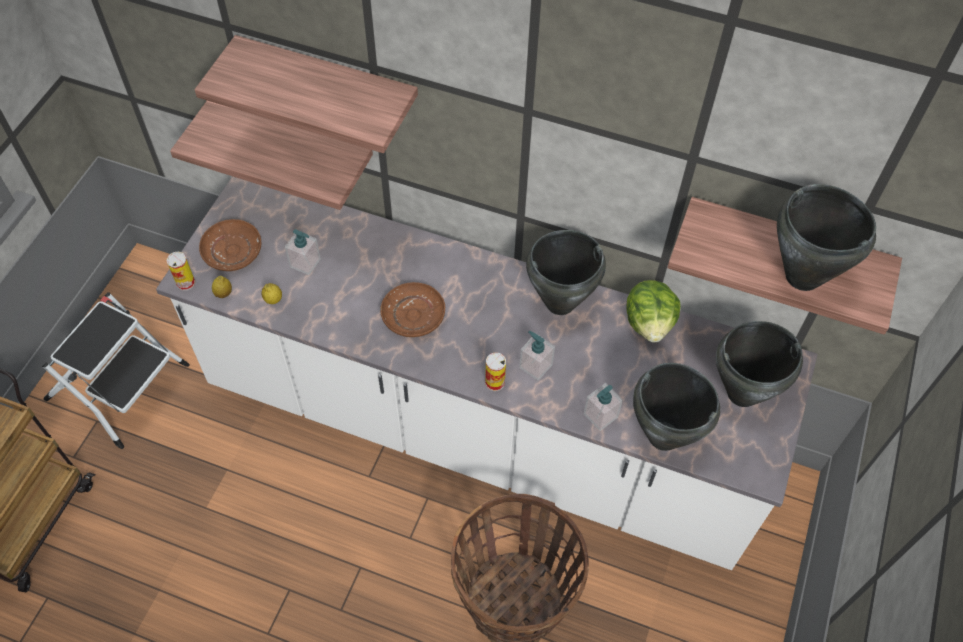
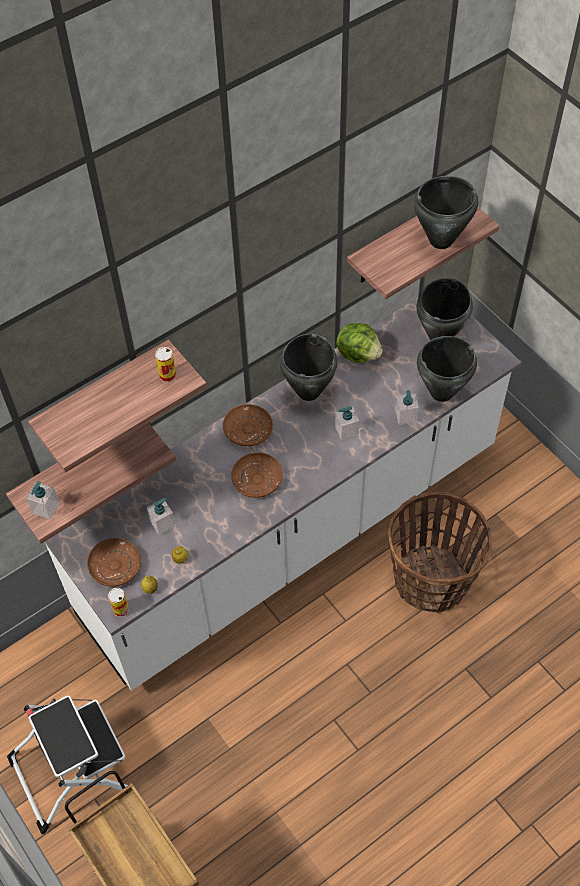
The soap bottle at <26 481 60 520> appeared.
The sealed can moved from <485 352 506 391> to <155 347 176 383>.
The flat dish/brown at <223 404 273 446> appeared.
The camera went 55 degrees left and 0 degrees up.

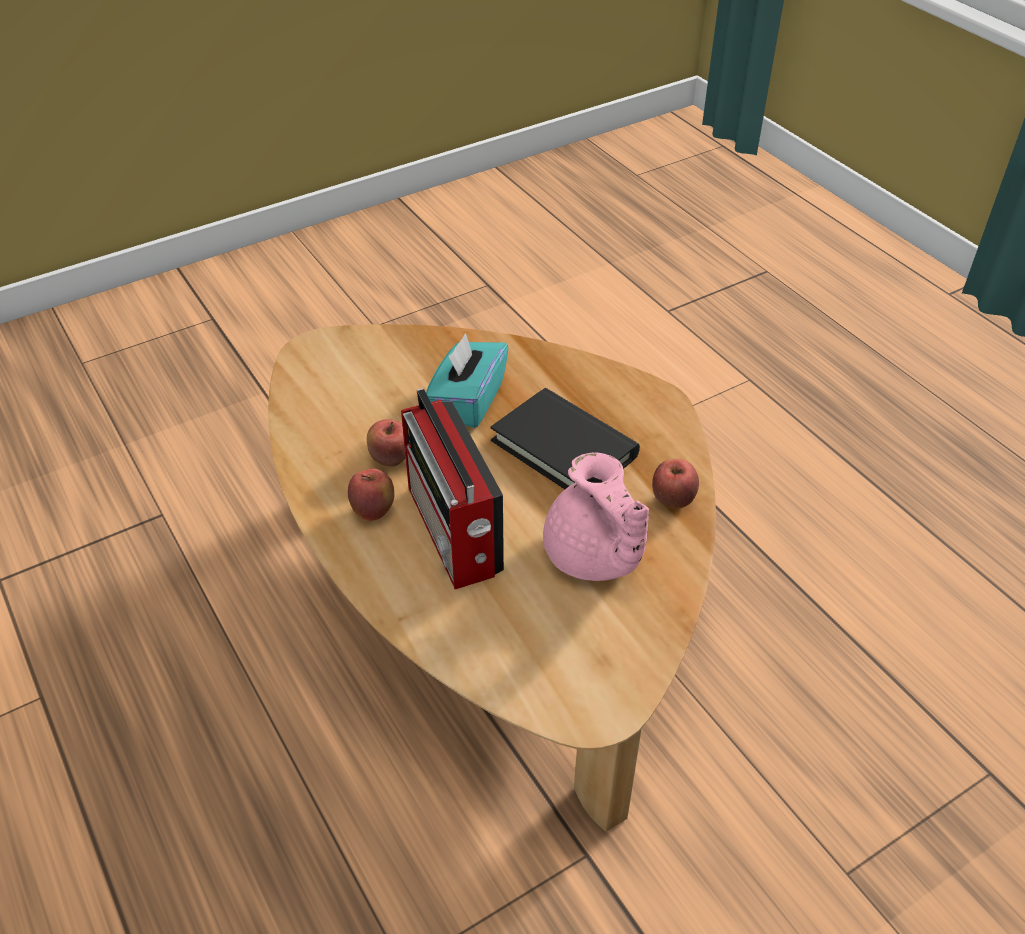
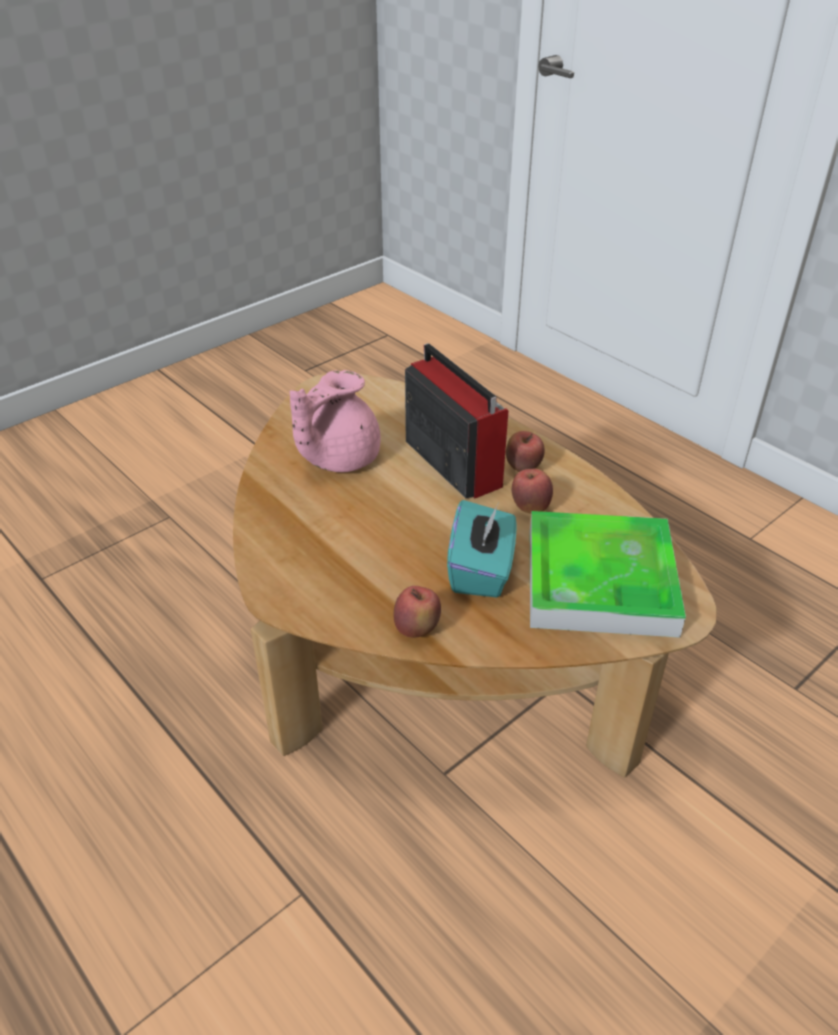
The pot for tea/pink-coloured at <543 453 649 581> turned 105 degrees counterclockwise.
The whole apple moved from <652 459 699 508> to <394 586 441 638>.
The carrying tray at <530 511 686 638> appeared.
The volume/black-coloured at <491 388 640 489> disappeared.
The camera went 170 degrees right and 5 degrees down.

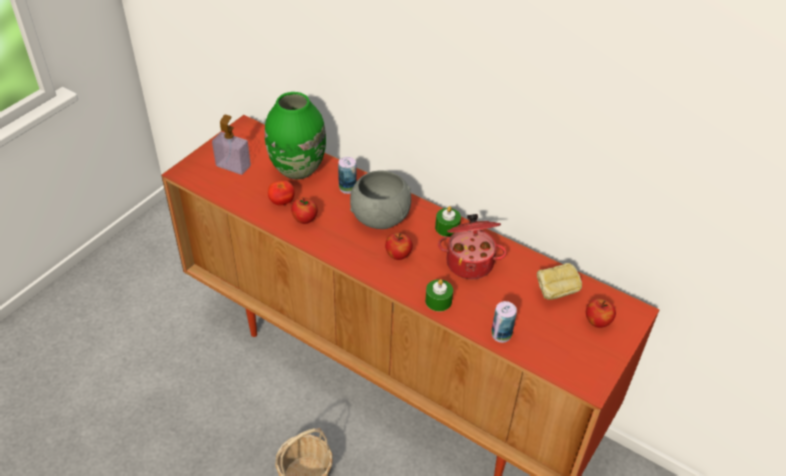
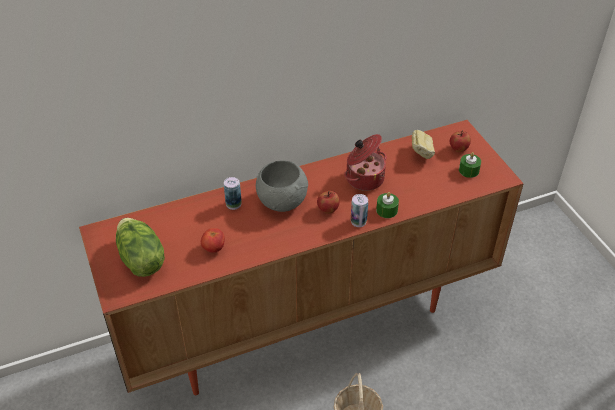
The soap bottle at <212 114 251 175> was replaced by the head of lettuce at <116 218 165 277>.
The sealed can moved from <491 301 517 343> to <351 194 368 227>.
The wax light/green-coloured moved from <435 206 461 237> to <459 152 481 178>.
The vase/green-coloured at <265 92 326 180> disappeared.
The whole apple at <291 197 318 224> disappeared.
The camera went 55 degrees left and 0 degrees up.

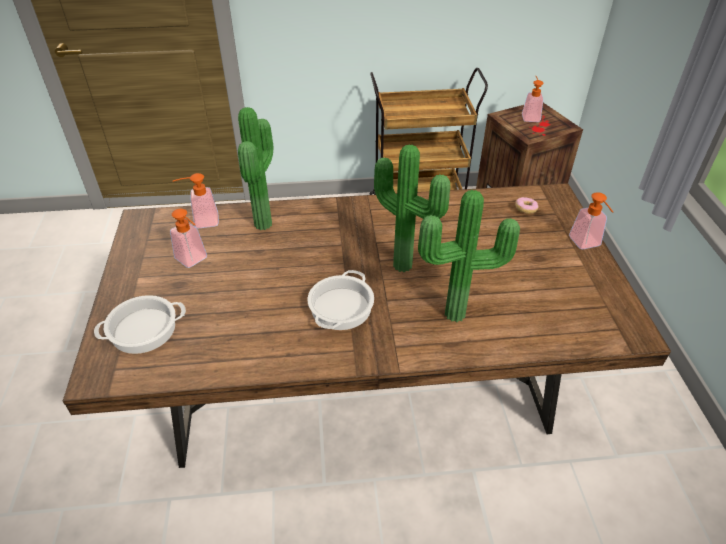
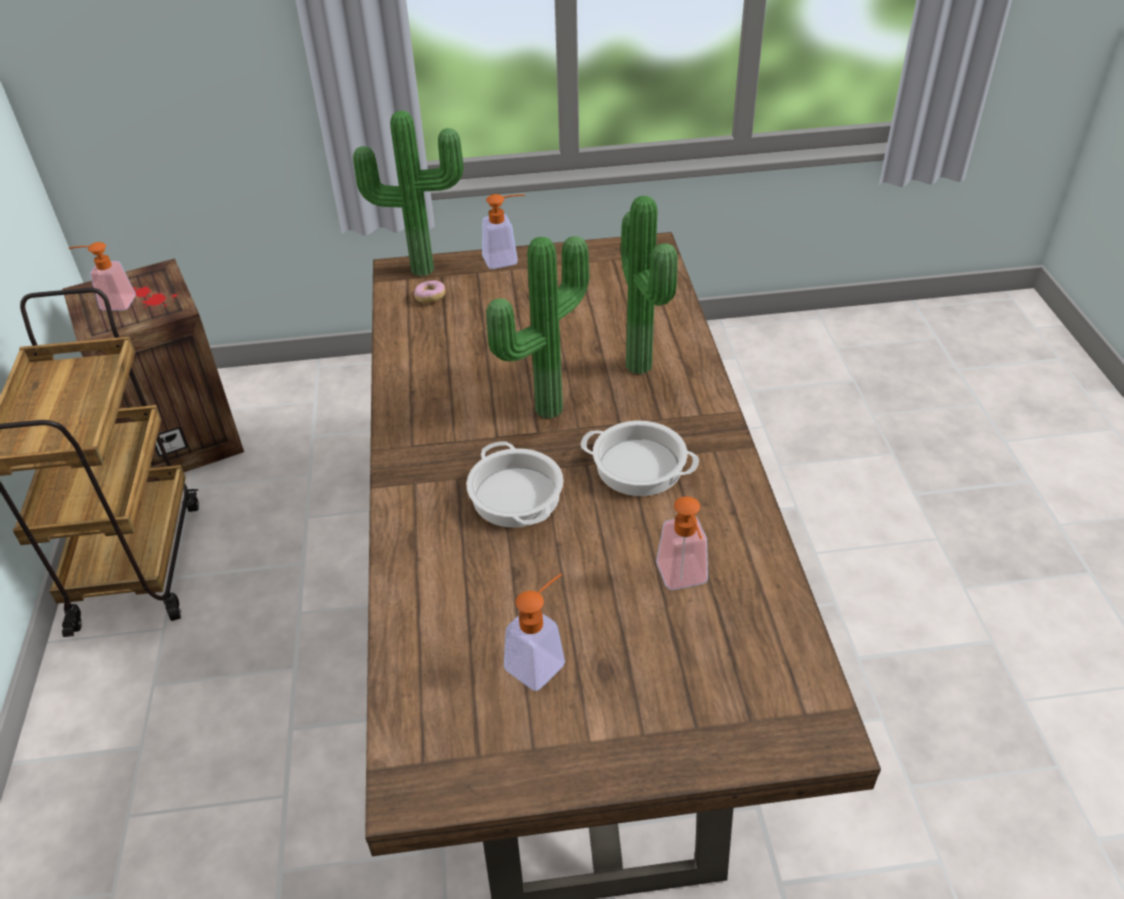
The houseplant moved from <238 107 273 230> to <353 110 464 276>.
The cooking pot moved from <94 295 186 354> to <466 441 563 528>.
The soap bottle moved from <173 173 219 229> to <656 496 708 590>.
The camera went 90 degrees left and 0 degrees up.

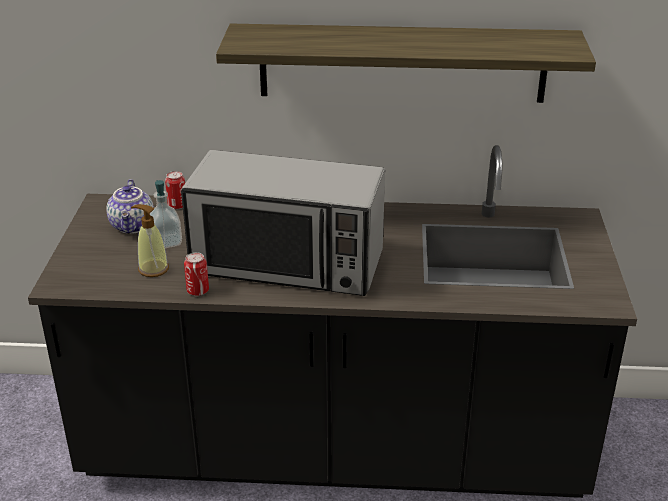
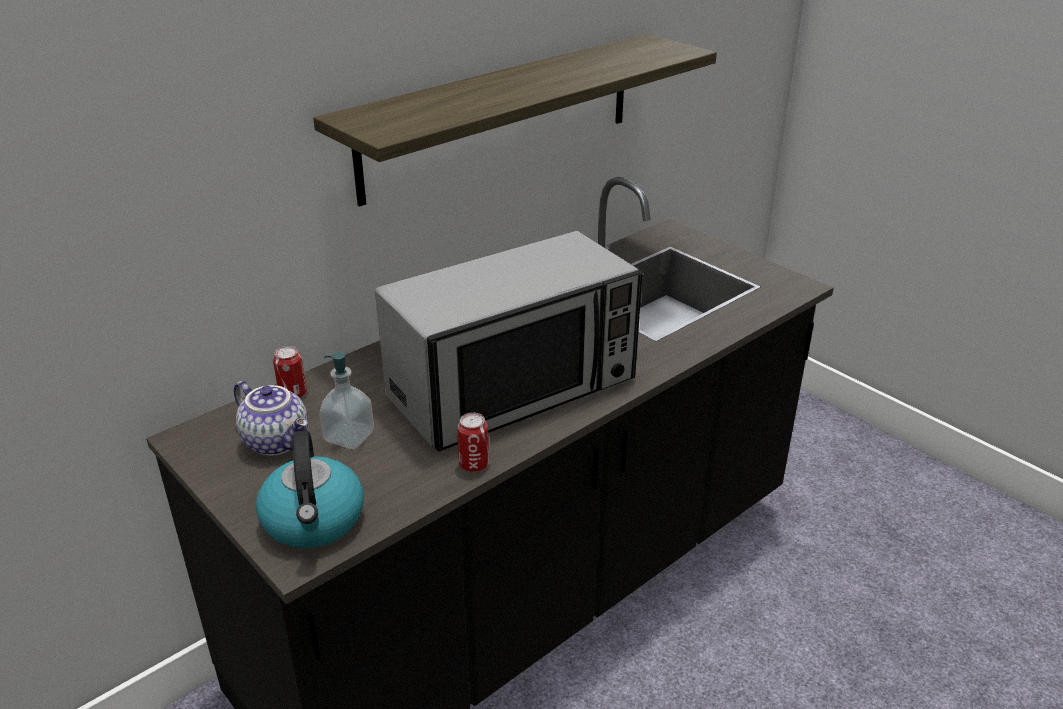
The kettle at <256 430 364 548> appeared.
The soap bottle at <131 204 169 277> disappeared.
The camera went 45 degrees left and 0 degrees up.

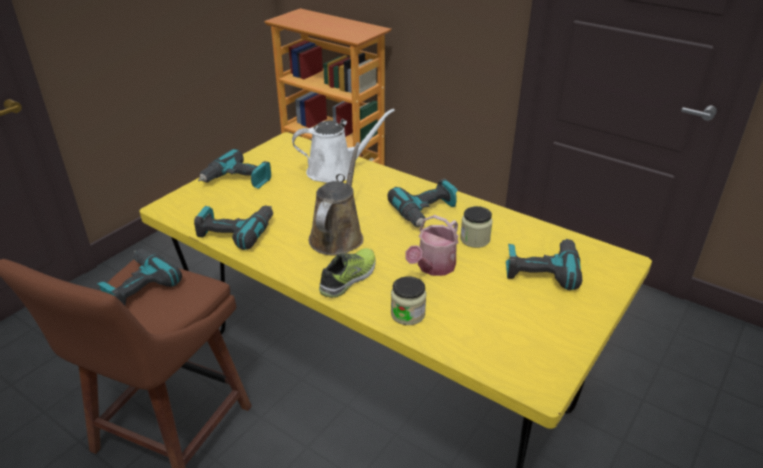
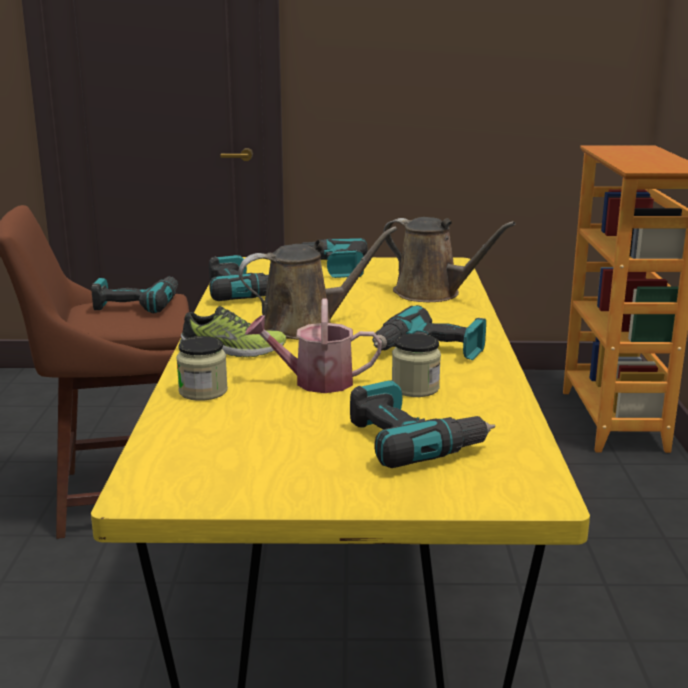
The watering pot/whitish at <292 108 395 183> became the watering pot/brown at <383 217 516 302>.
The camera went 55 degrees right and 15 degrees down.

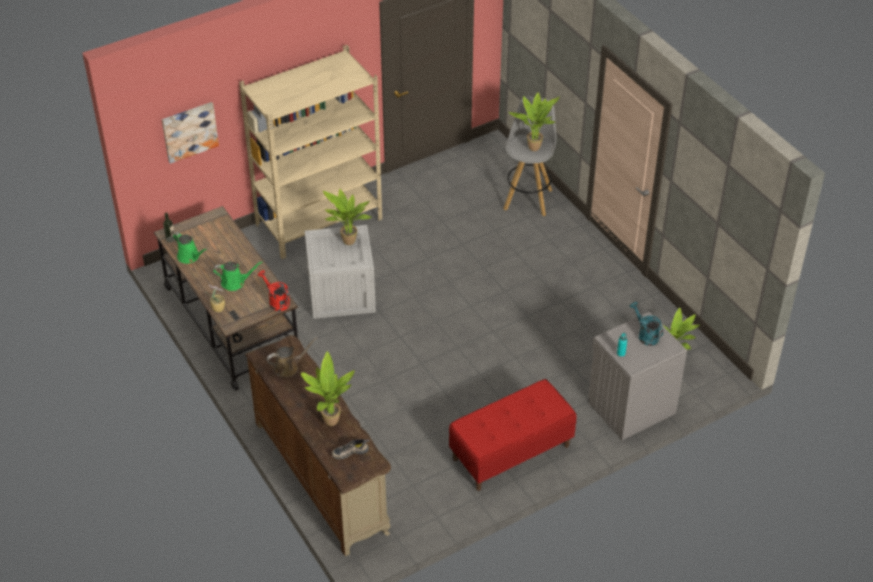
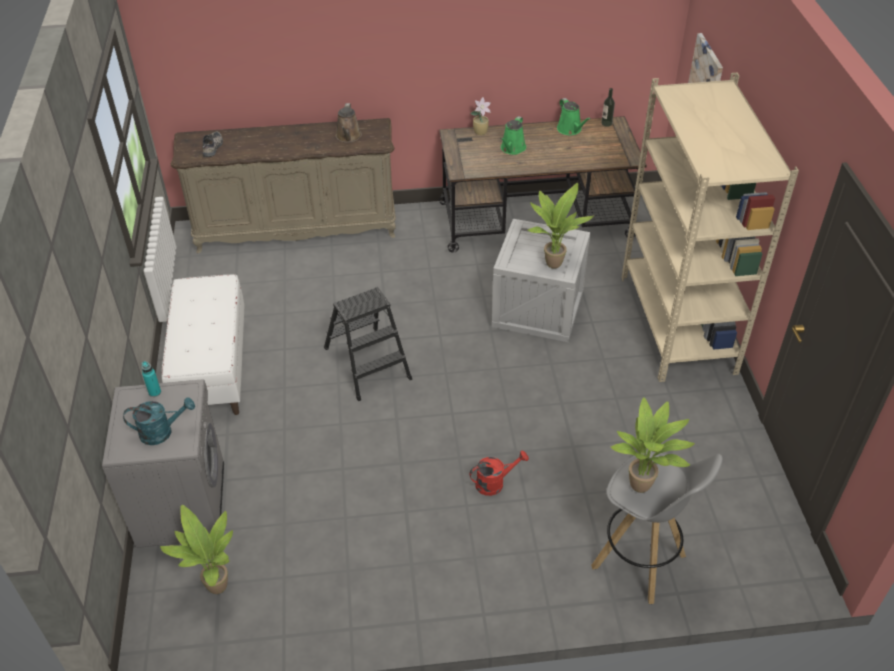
The long seat/red-coloured at <449 379 576 491> became the long seat/whitish at <162 274 245 415>.
The step stool/black-coloured at <324 287 412 401> appeared.
The watering pot/red-coloured moved from <258 270 290 311> to <469 450 529 496>.
The watering pot/green-coloured at <173 232 207 264> turned 90 degrees counterclockwise.
The houseplant at <301 351 355 426> disappeared.
The camera went 115 degrees right and 0 degrees up.

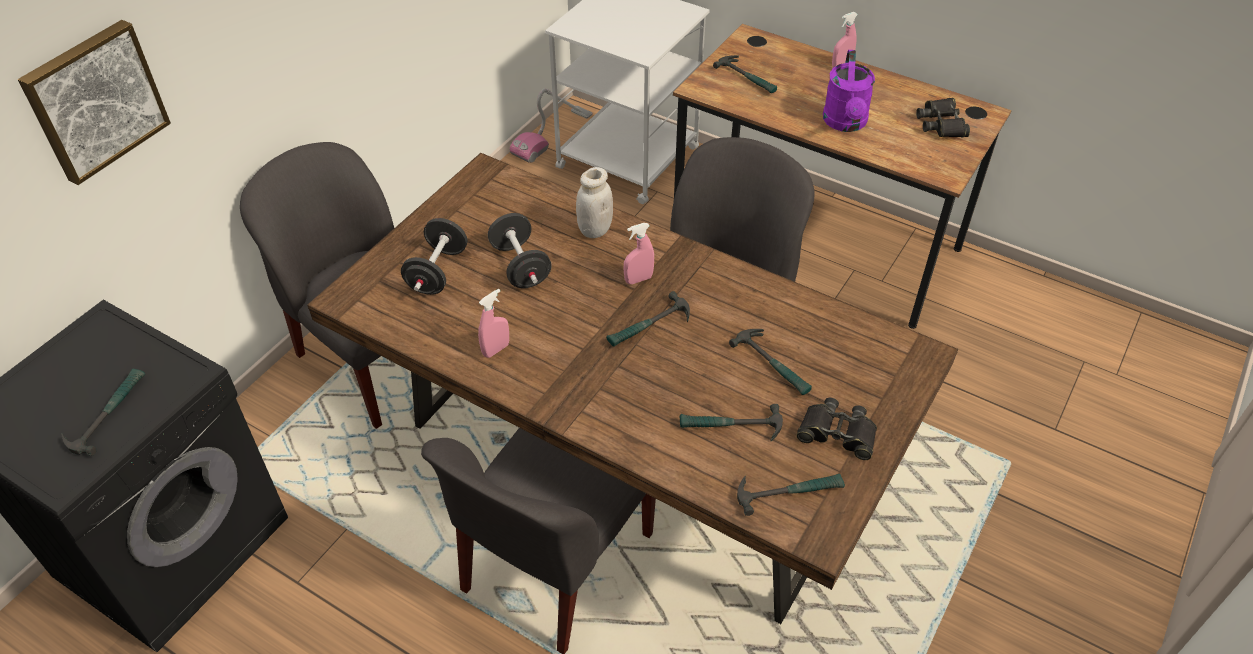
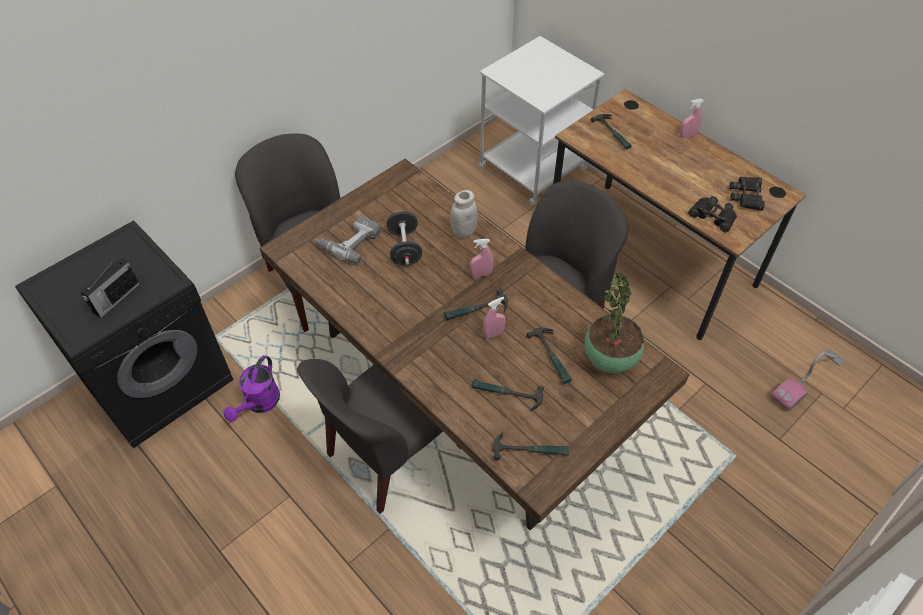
The hand hammer at <61 369 145 456> was replaced by the radio at <80 258 140 318>.
The watering pot/purplish moved from <823 50 875 132> to <224 355 280 422>.
The hand weight/black-coloured at <401 218 467 295> was replaced by the power drill at <315 216 381 264>.
The spray bottle/pink-coloured moved from <478 289 509 358> to <483 297 505 339>.
The houseplant at <584 273 644 374> appeared.
The field glasses/black-coloured moved from <796 398 877 460> to <688 196 737 232>.
The hoover moved from <510 89 592 163> to <771 348 845 411>.
The wall art at <18 20 171 185> disappeared.
The camera went 15 degrees right and 5 degrees up.

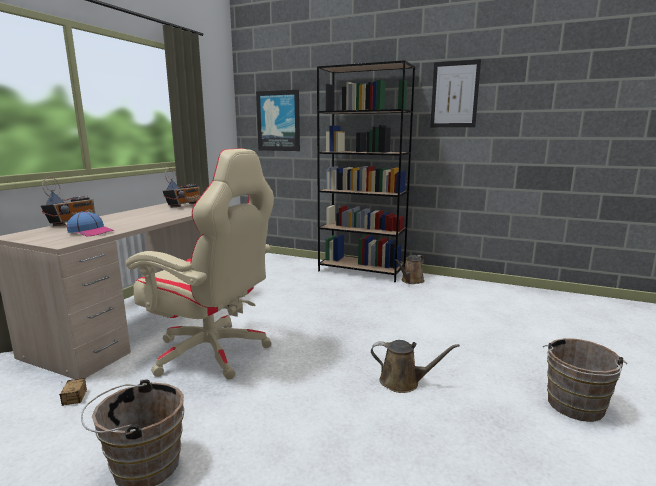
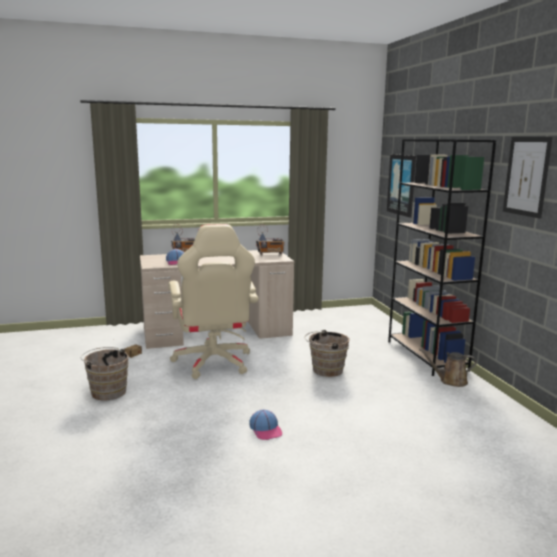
The watering pot/brown at <371 340 460 393> was replaced by the cap at <249 410 282 440>.
The bucket/brown moved from <543 338 627 422> to <304 330 350 377>.
The camera went 50 degrees right and 0 degrees up.

